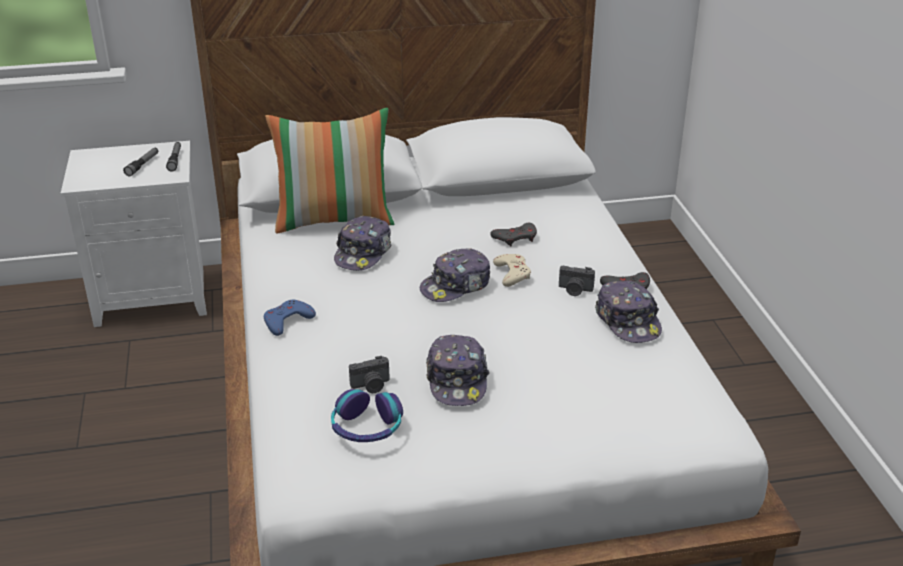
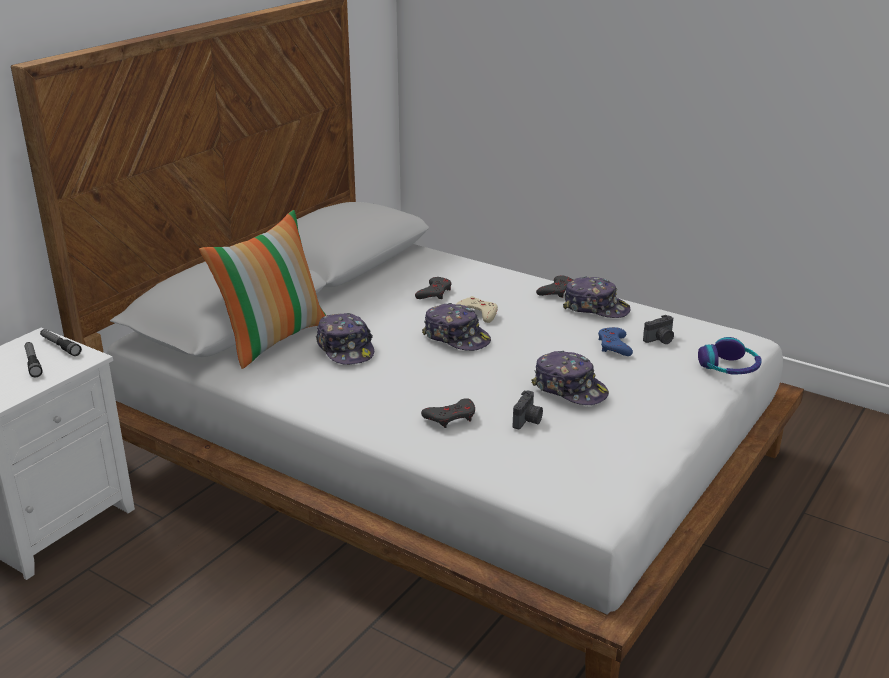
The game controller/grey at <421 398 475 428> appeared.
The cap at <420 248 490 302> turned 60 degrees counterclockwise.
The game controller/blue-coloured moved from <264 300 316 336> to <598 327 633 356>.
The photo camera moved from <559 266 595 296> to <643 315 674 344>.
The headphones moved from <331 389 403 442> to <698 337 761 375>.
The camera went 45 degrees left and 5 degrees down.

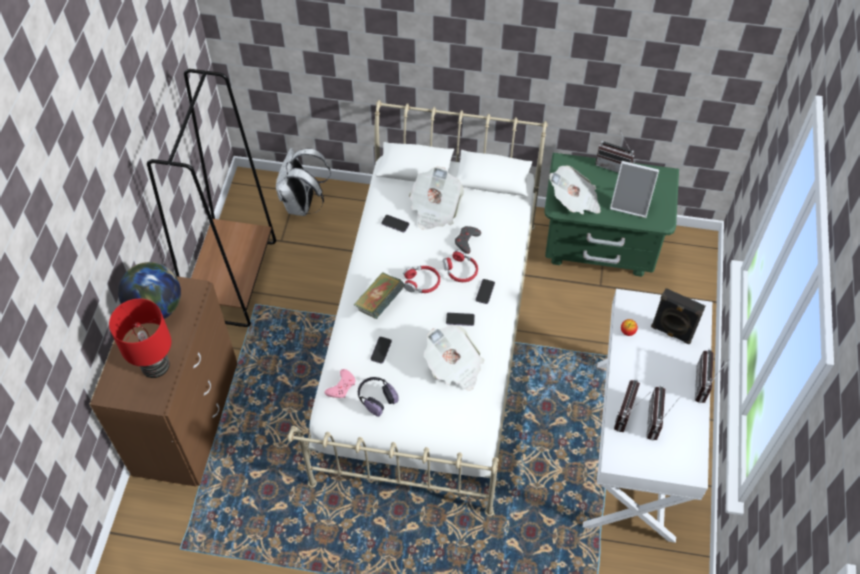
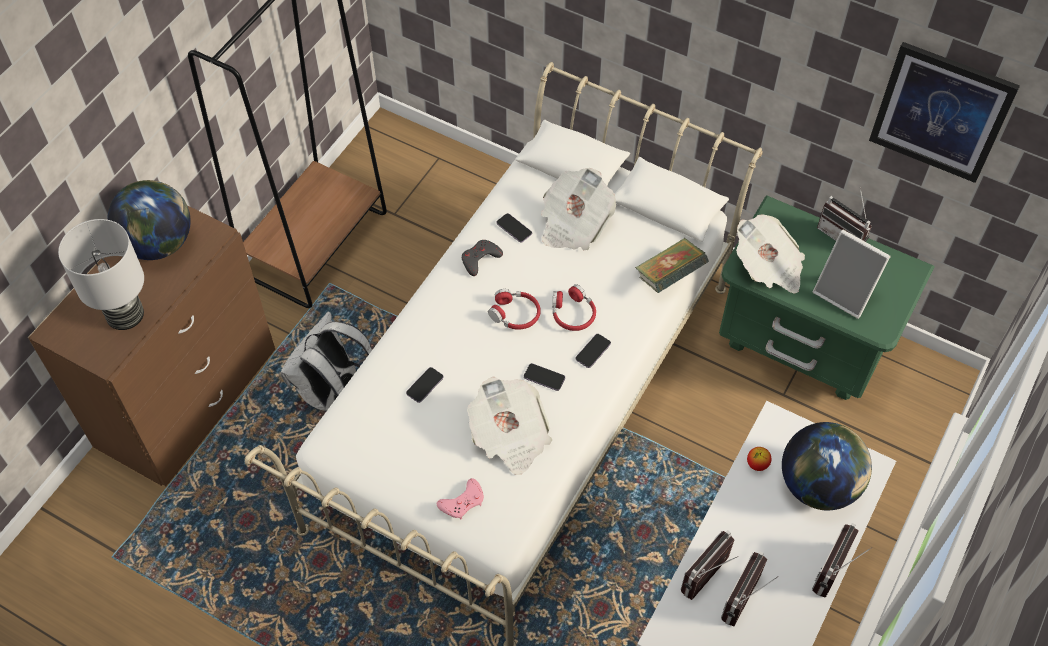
The lamp for a table/red-coloured at <109 299 171 378> became the lamp for a table/grey at <58 219 144 330>.
The rucksack/whitish moved from <276 148 331 216> to <280 311 372 411>.
The game controller/pink-coloured moved from <324 369 355 398> to <437 478 484 519>.
The game controller/grey moved from <455 226 481 254> to <462 240 503 276>.
The volume moved from <354 272 405 319> to <635 238 709 293>.
The speaker/black-coloured at <651 288 706 344> was replaced by the globe at <782 422 872 511>.
The wall art at <869 42 1020 183> appeared.
The headphones at <358 377 399 417> disappeared.
The camera went 20 degrees right and 0 degrees up.

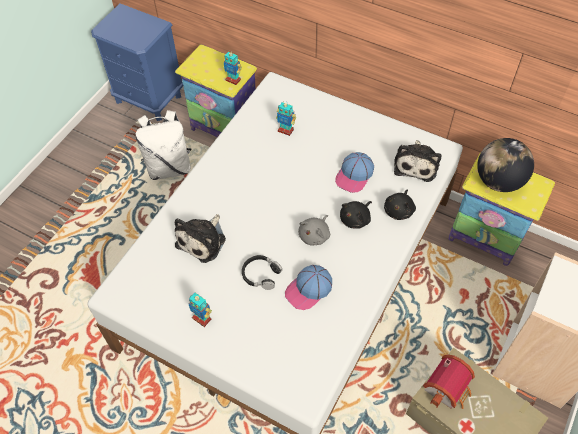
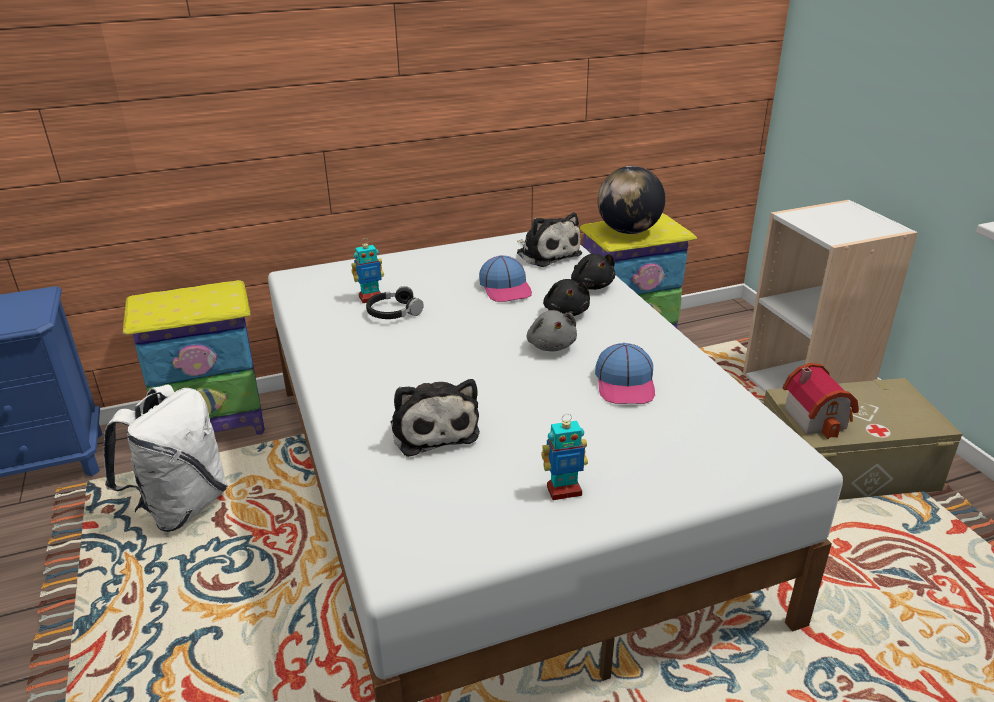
The headphones/black-coloured moved from <242 255 283 290> to <366 286 424 319>.
The toy robot at <223 50 242 85> disappeared.
The camera went 50 degrees left and 25 degrees down.

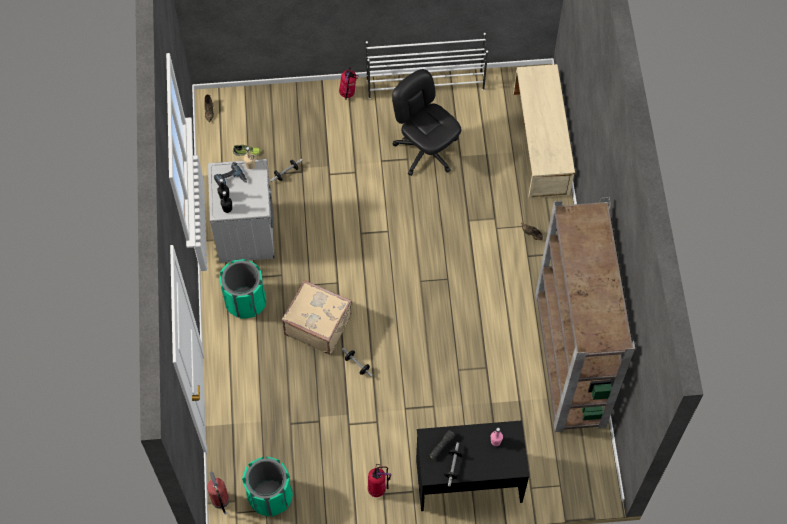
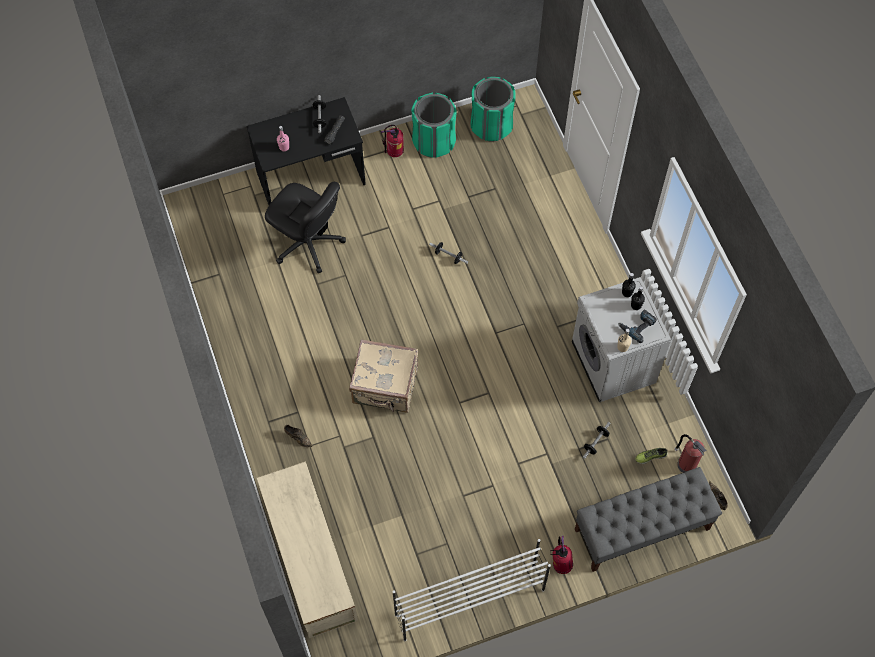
The computer chair/black-coloured moved from <392 69 461 176> to <265 182 346 273>.
The travel case/beige moved from <282 280 352 354> to <349 340 418 413>.
The trash can/green-coloured moved from <219 259 266 319> to <411 93 457 158>.
The long seat/grey at <575 467 722 572> appeared.
The fire-fighting cylinder moved from <207 472 230 515> to <675 434 707 473>.
The bookshelf/brown at <535 197 635 432> disappeared.
The camera went 165 degrees right and 0 degrees up.

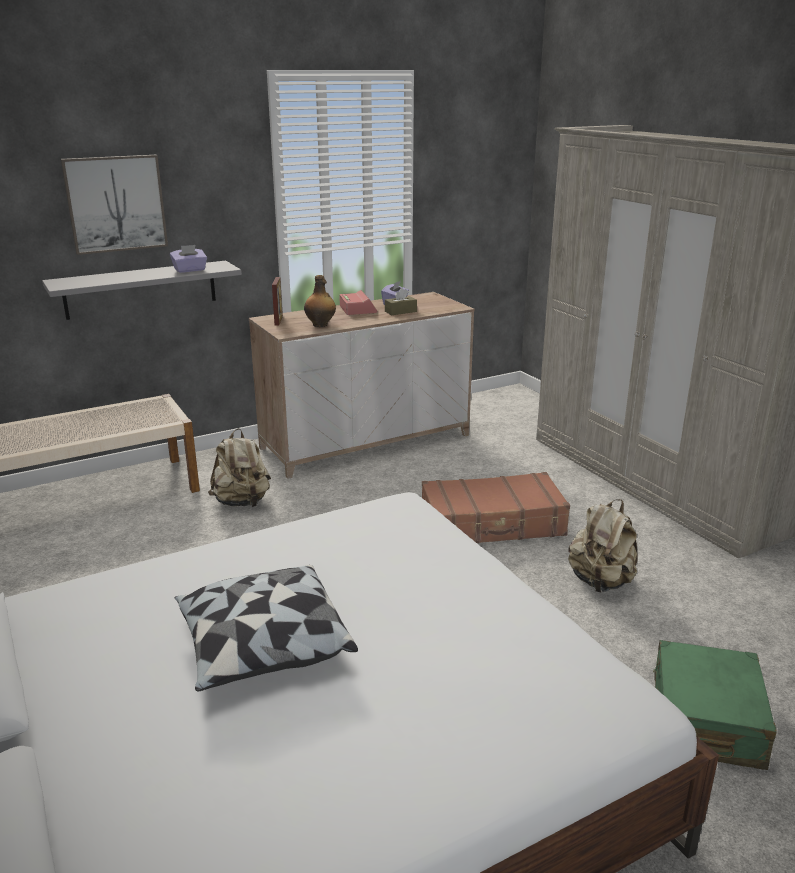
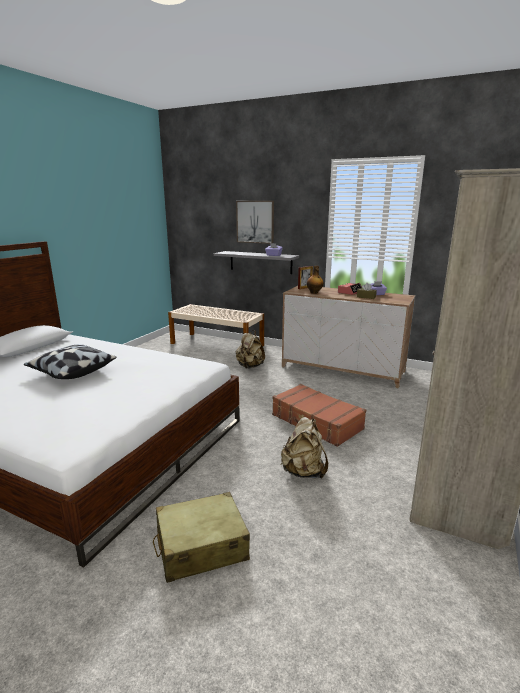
The travel case/green-coloured at <653 640 777 770> became the travel case/beige at <153 492 250 583>.
The camera went 55 degrees right and 5 degrees down.

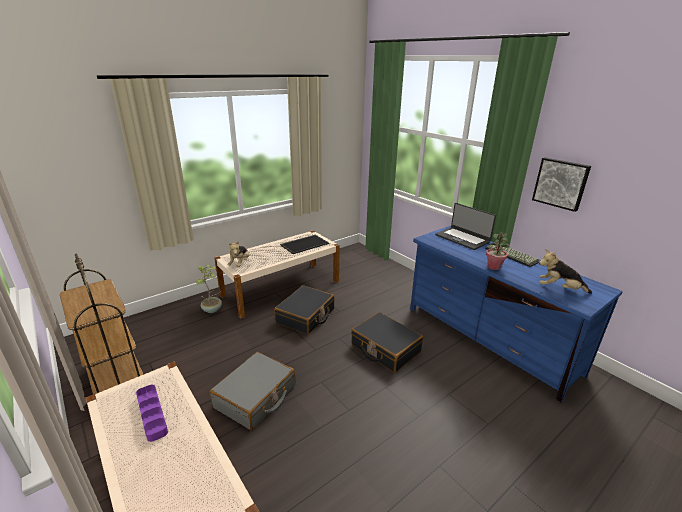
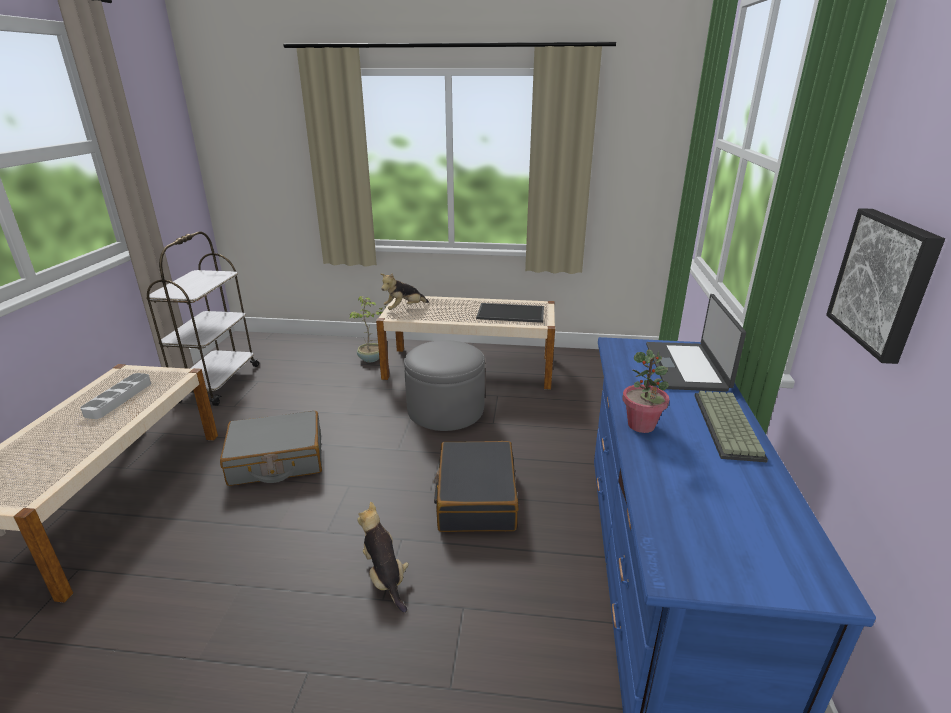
The carrying tray/purplish at <136 385 168 442> became the carrying tray/grey at <80 373 151 419>.
The trolley/brown at <60 254 144 394> became the trolley/whitish at <146 232 259 406>.
The plush toy moved from <539 249 592 294> to <357 502 409 613>.
The travel case/black-coloured at <274 285 334 335> was replaced by the ottoman/grey at <404 340 485 431>.
The camera went 45 degrees right and 0 degrees up.

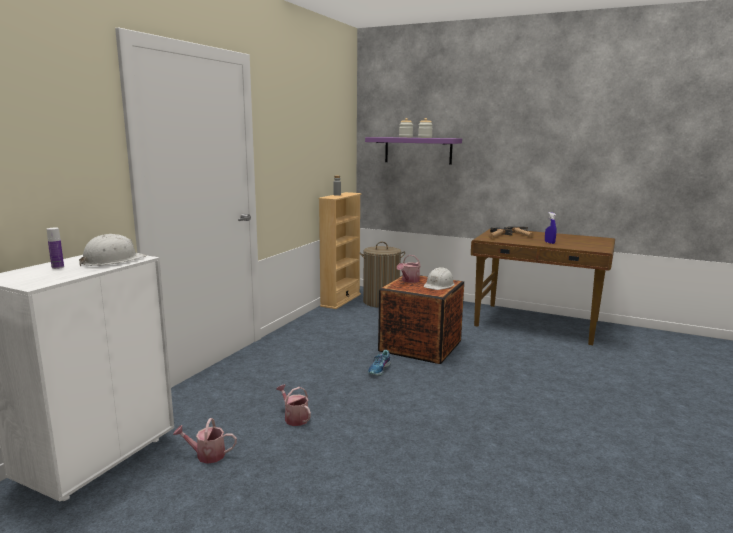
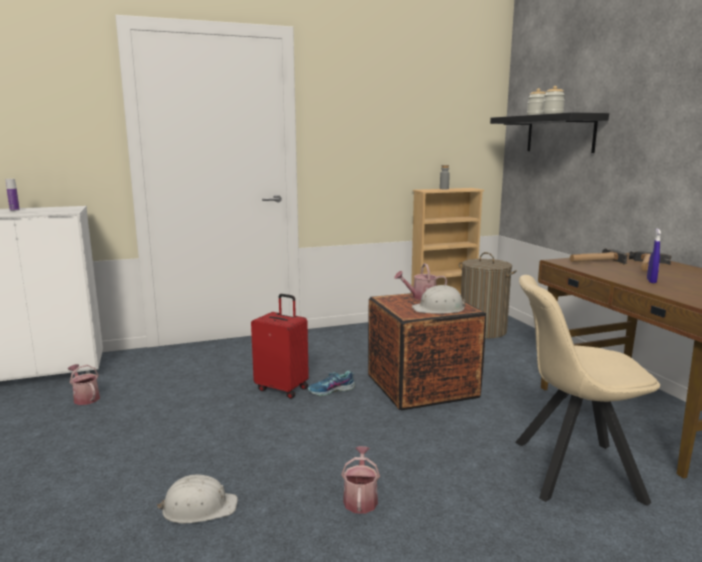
The hard hat/whitish moved from <79 234 146 266> to <157 474 238 524>.
The travel case/red-coloured at <251 294 309 399> appeared.
The watering pot moved from <276 384 311 426> to <341 446 380 514>.
The shelf/purplish at <365 137 462 165> became the shelf/black-coloured at <490 112 609 153>.
The chair/beige at <515 275 660 506> appeared.
The camera went 45 degrees right and 0 degrees up.

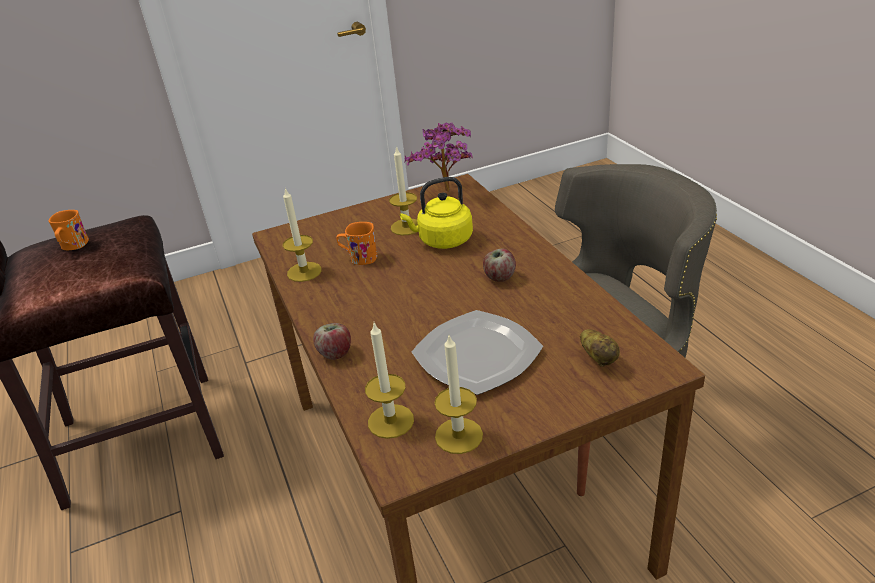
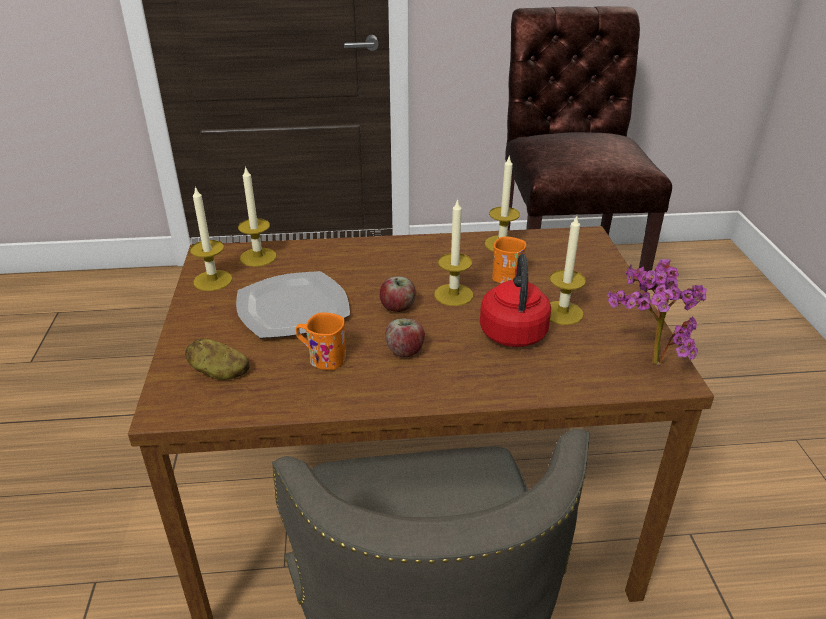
The tea mug/orange moved from <49 210 89 250> to <296 313 346 370>.
The whole apple moved from <313 323 351 360> to <380 276 416 312>.
The wax light at <434 198 473 306> appeared.
The kettle/yellow at <400 177 473 249> became the kettle/red-coloured at <480 254 551 347>.
The camera went 105 degrees right and 0 degrees up.

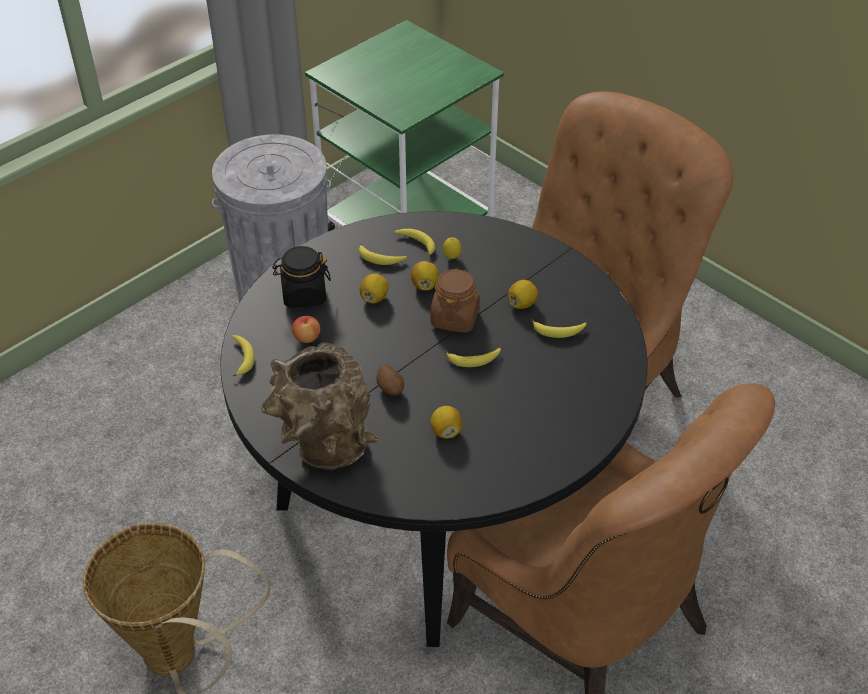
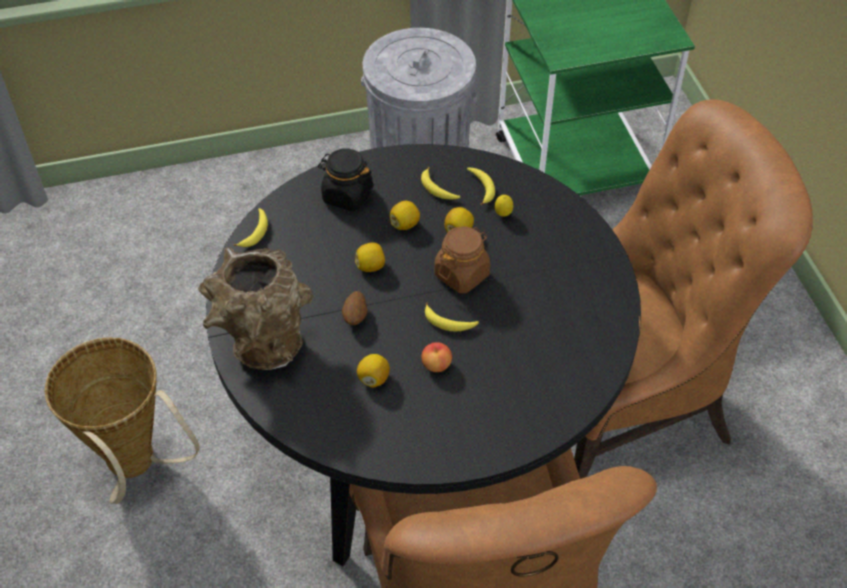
The citrus fruit moved from <508 280 538 309> to <355 242 385 272>.
The whole apple moved from <292 316 320 343> to <421 342 452 372>.
The whole banana at <531 319 587 338> disappeared.
The camera went 30 degrees right and 5 degrees up.

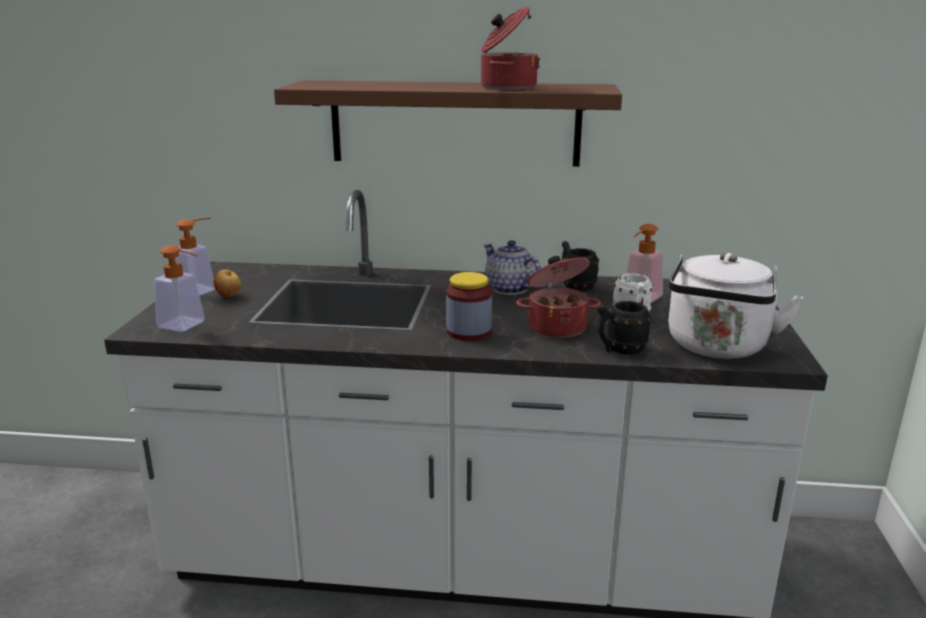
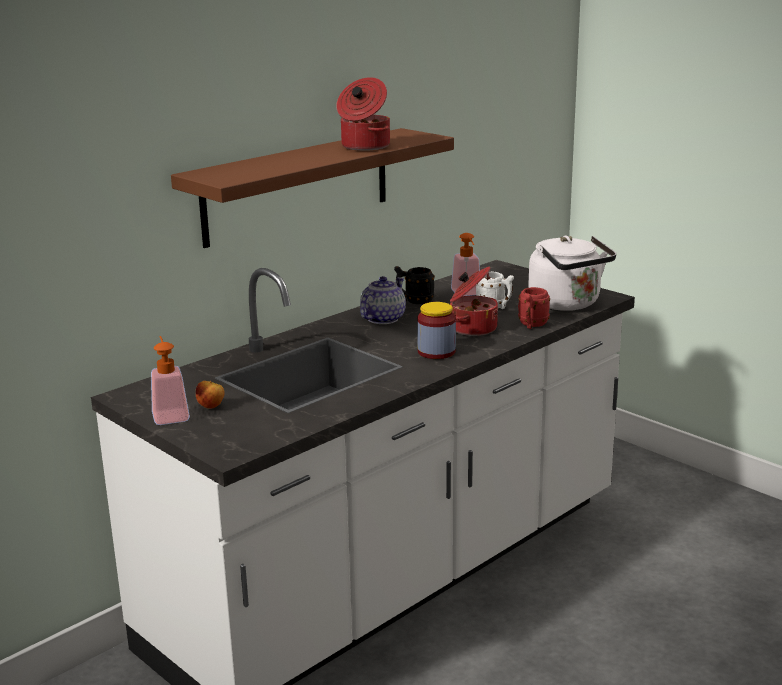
The pot for tea at <483 240 541 295> turned 120 degrees clockwise.
The tea mug/black-coloured at <597 301 651 355> became the tea mug/red-coloured at <518 287 550 329>.
The soap bottle at <154 245 205 332> disappeared.
The camera went 50 degrees left and 0 degrees up.

